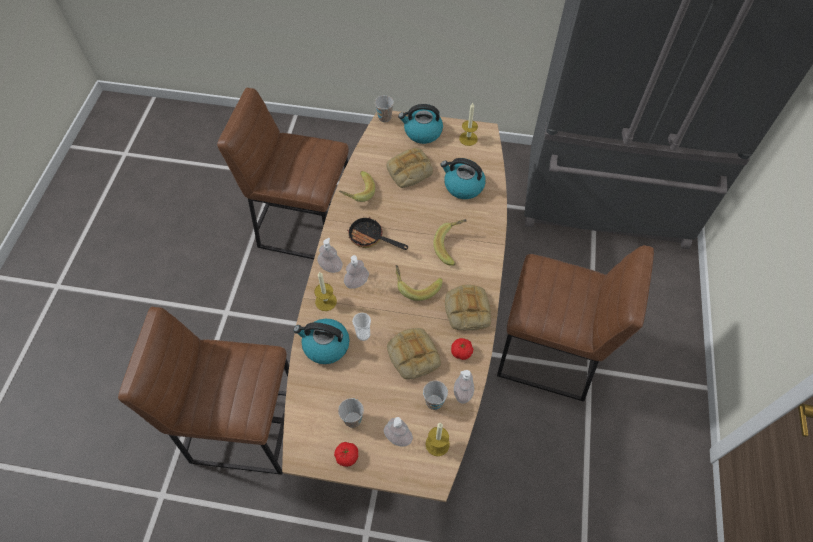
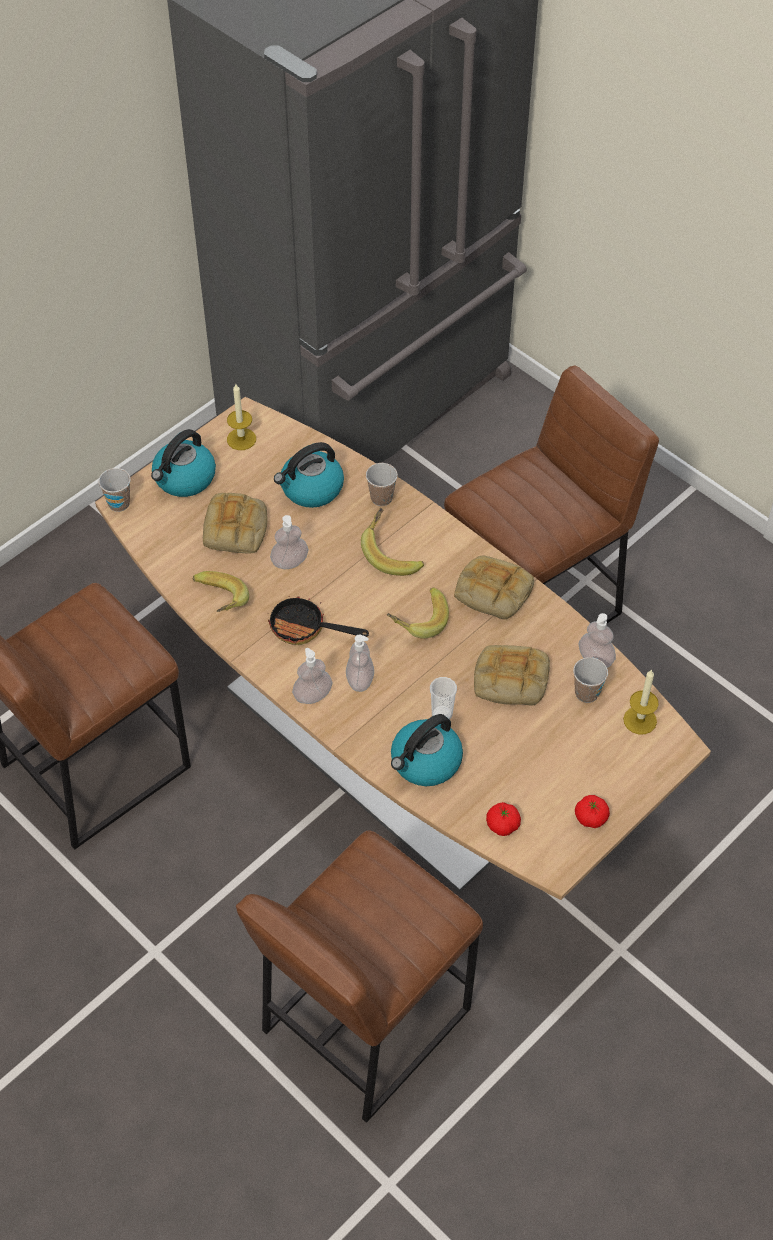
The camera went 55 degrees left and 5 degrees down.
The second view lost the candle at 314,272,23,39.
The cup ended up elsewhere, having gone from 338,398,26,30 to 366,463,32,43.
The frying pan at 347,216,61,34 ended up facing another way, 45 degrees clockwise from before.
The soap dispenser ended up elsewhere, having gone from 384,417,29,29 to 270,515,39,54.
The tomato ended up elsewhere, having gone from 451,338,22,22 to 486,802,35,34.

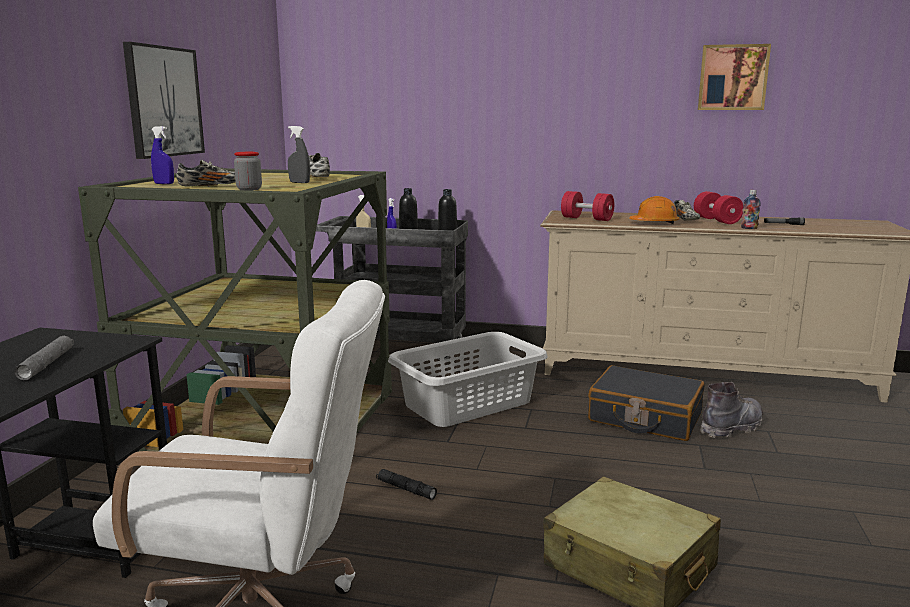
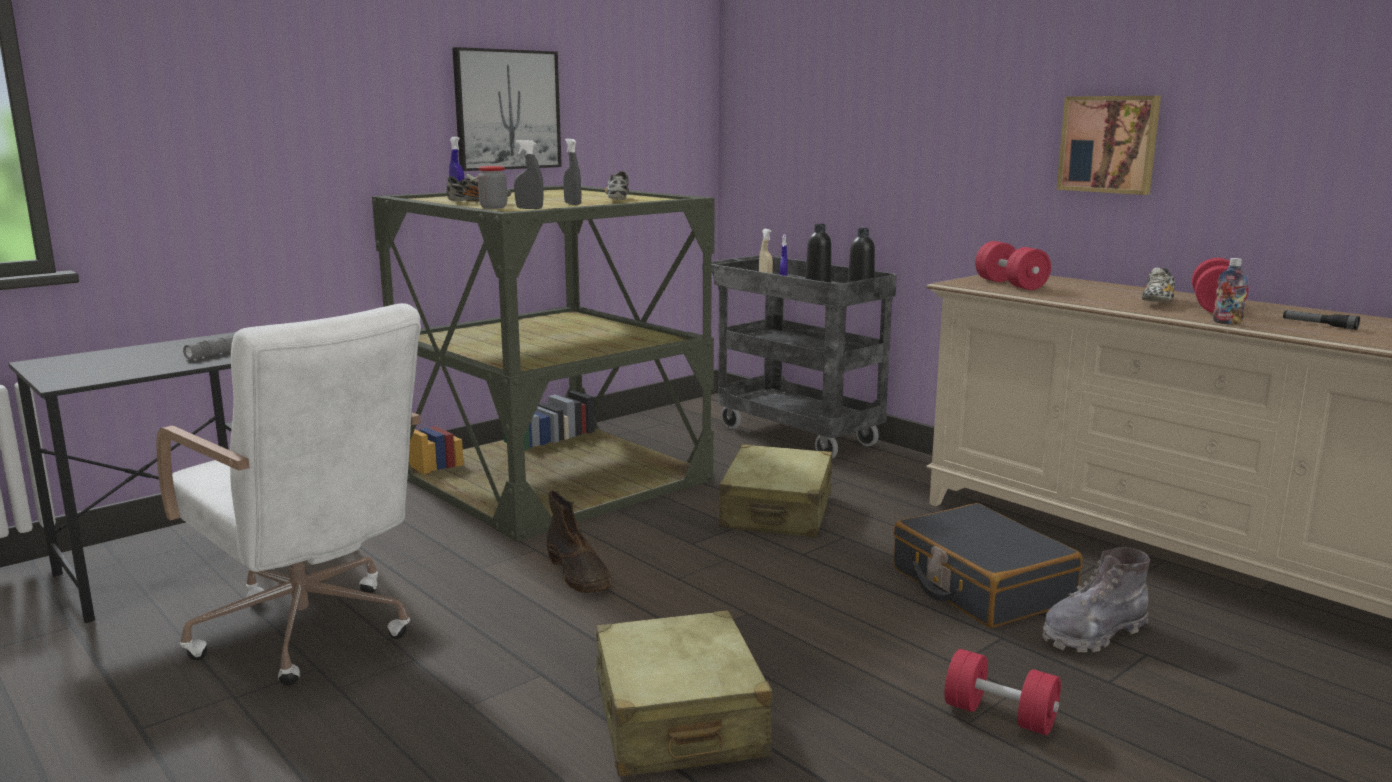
The camera went 35 degrees right and 0 degrees up.
Where the black flashlight stood at 376,469,61,31, the brown boot came to stand at 546,491,66,102.
Where the grey laundry basket stood at 388,332,160,95, the beige suitcase came to stand at 719,444,113,94.
The second view lost the orange hard hat at 629,196,50,28.
The picture ended up elsewhere, having gone from 698,44,73,66 to 1057,96,104,99.
The grey boot at 700,382,63,56 ended up facing another way, 150 degrees clockwise from before.
The second view gained the grey spray bottle at 514,140,30,69.
The second view gained the red dumbbell at 944,649,117,86.

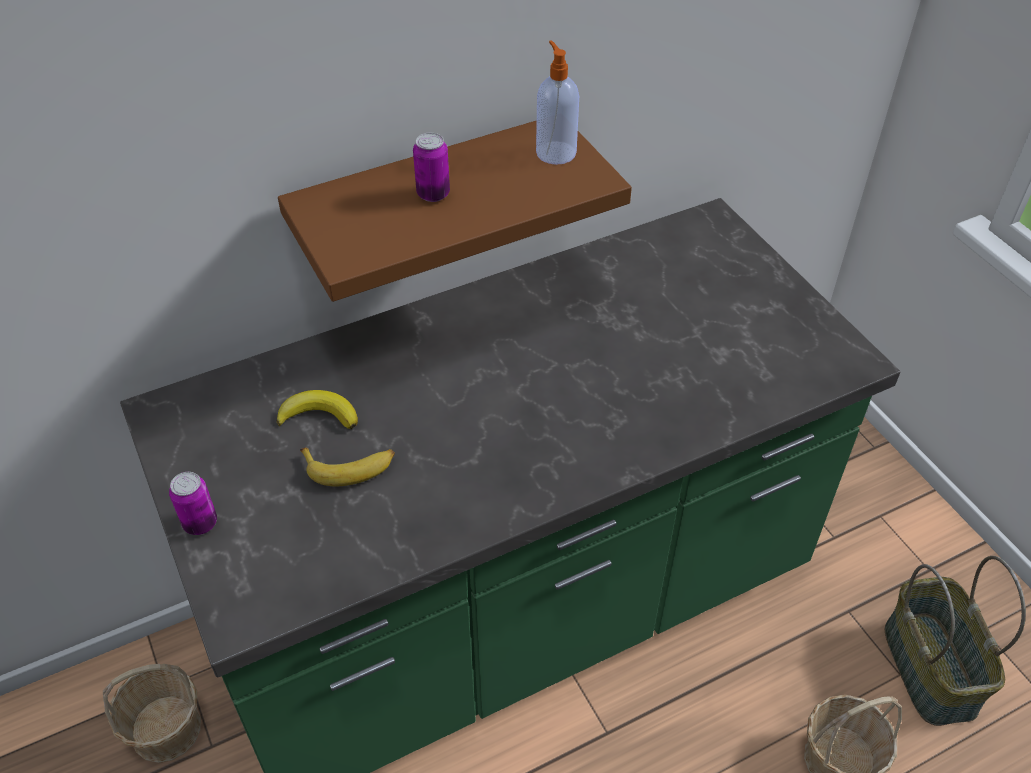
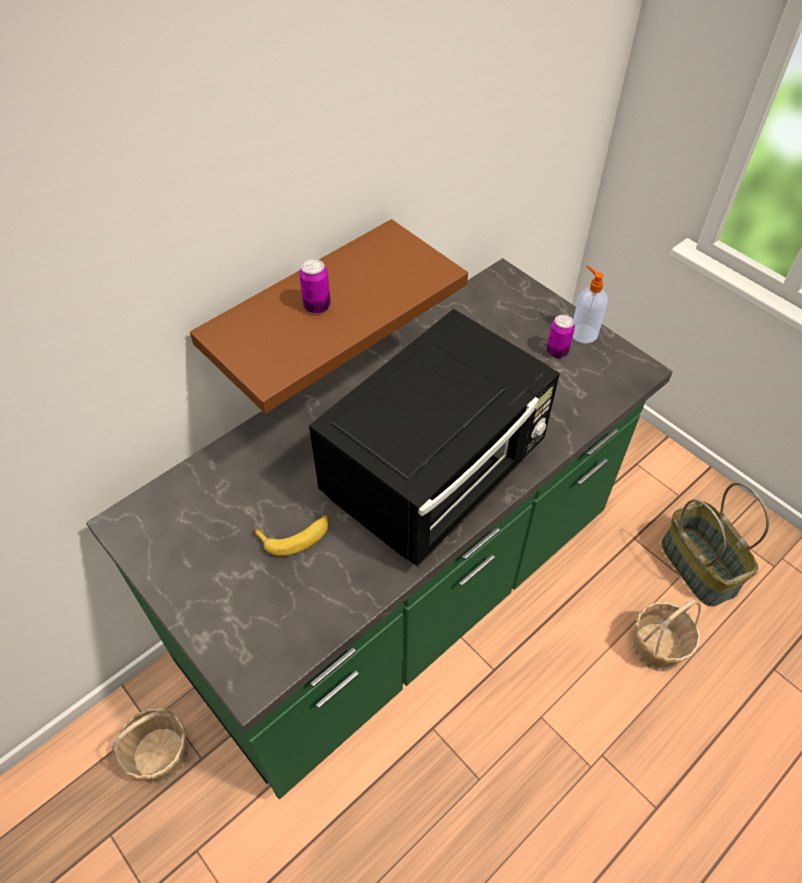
The camera went 15 degrees left and 5 degrees up.
The can ended up elsewhere, having gone from 169,472,48,63 to 546,315,29,43.
The second view lost the banana at 276,390,82,39.
The soap dispenser ended up elsewhere, having gone from 536,40,43,125 to 573,265,35,78.
The second view gained the black microwave at 309,309,251,258.

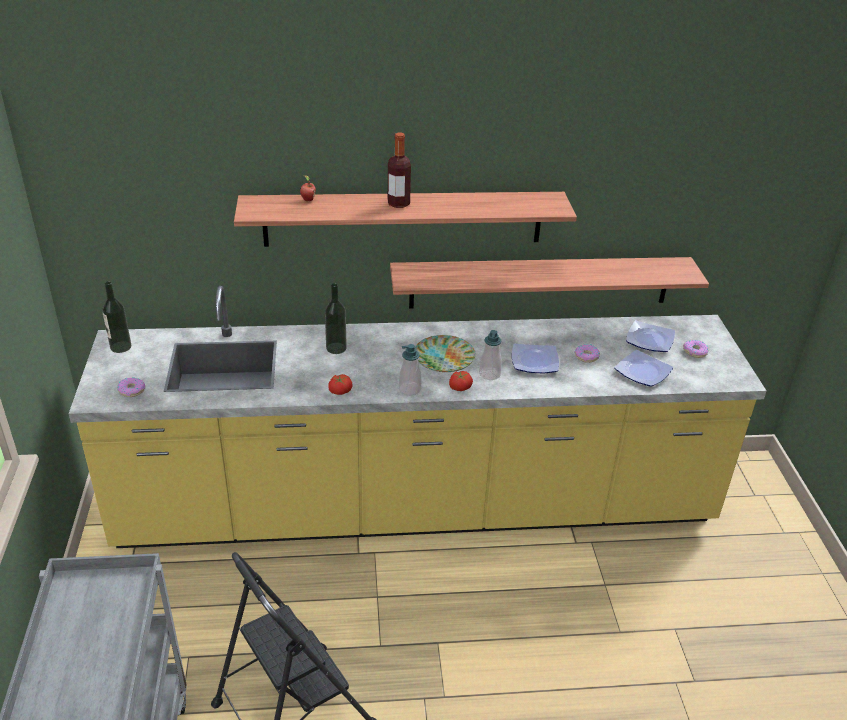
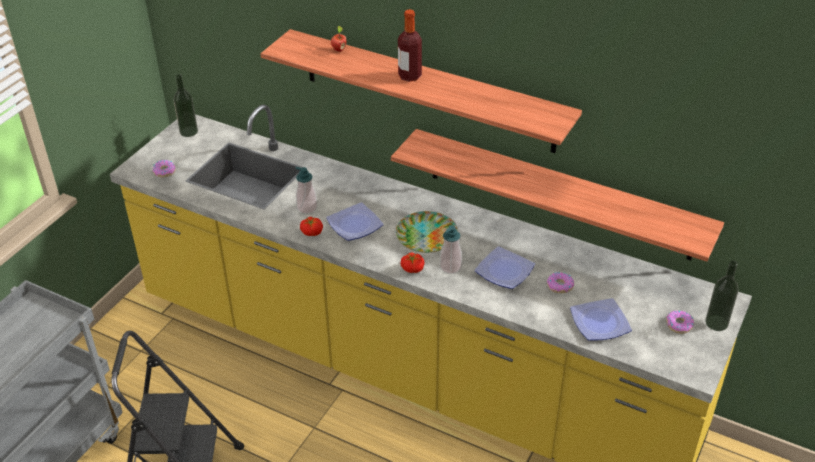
The camera went 35 degrees right and 5 degrees up.
The bottle ended up elsewhere, having gone from 325,283,22,71 to 705,260,33,71.
The soap dispenser ended up elsewhere, having gone from 399,344,22,51 to 296,167,22,47.
The plate ended up elsewhere, having gone from 626,321,49,31 to 326,202,58,39.

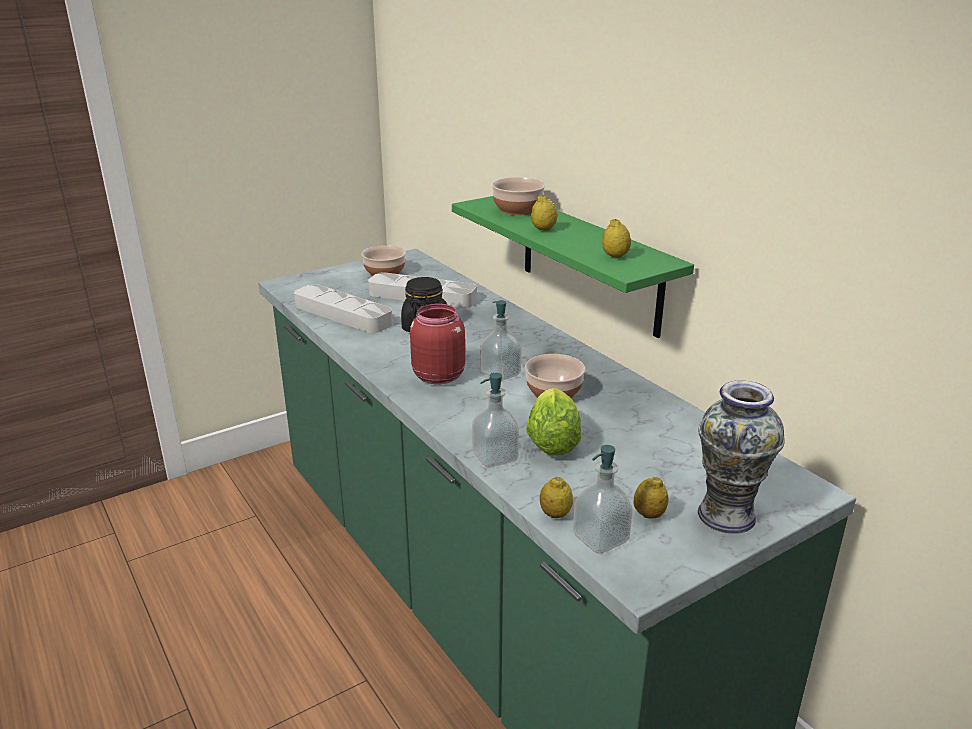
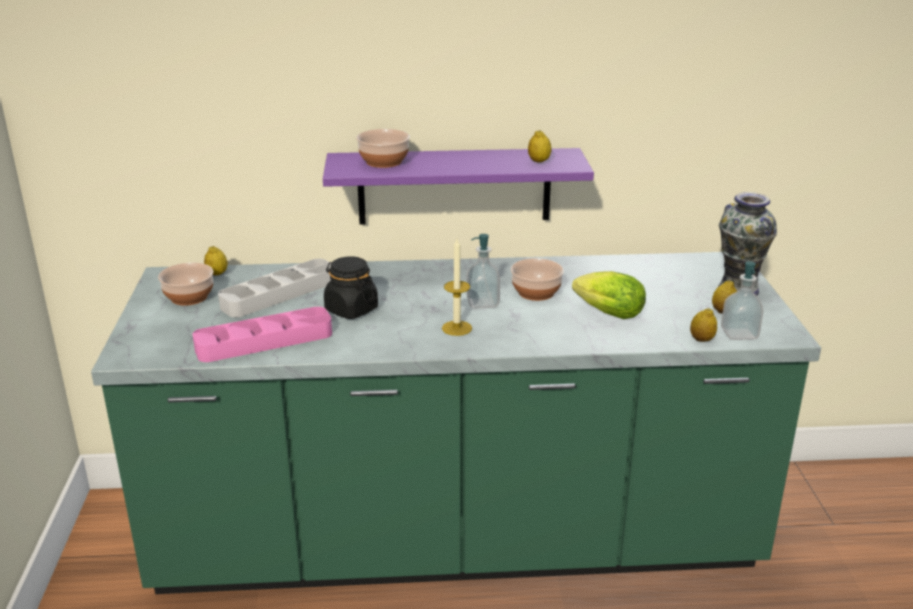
The camera went 60 degrees left and 0 degrees up.
What was the grey tray at 294,284,99,49 turned into the pink tray at 192,307,140,55.
Where the red jar stood at 410,303,55,82, the candle came to stand at 442,239,30,97.
What was the green shelf at 452,196,242,142 turned into the purple shelf at 323,148,271,77.
The second view lost the soap dispenser at 472,373,47,94.
The lemon ended up elsewhere, having gone from 531,195,26,35 to 204,246,24,30.

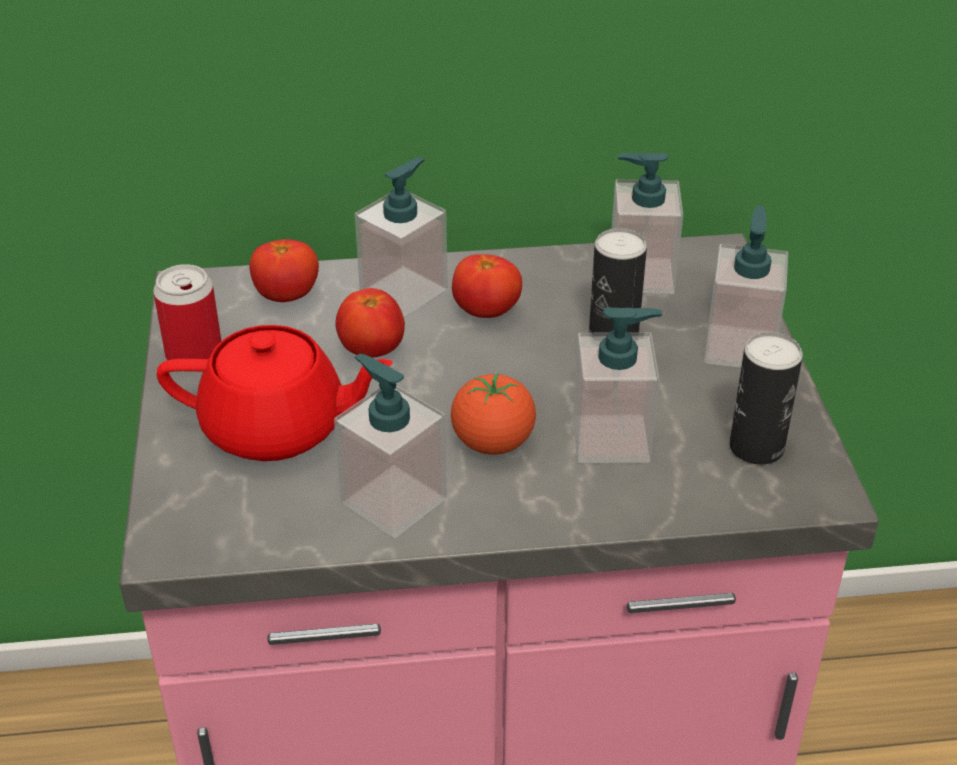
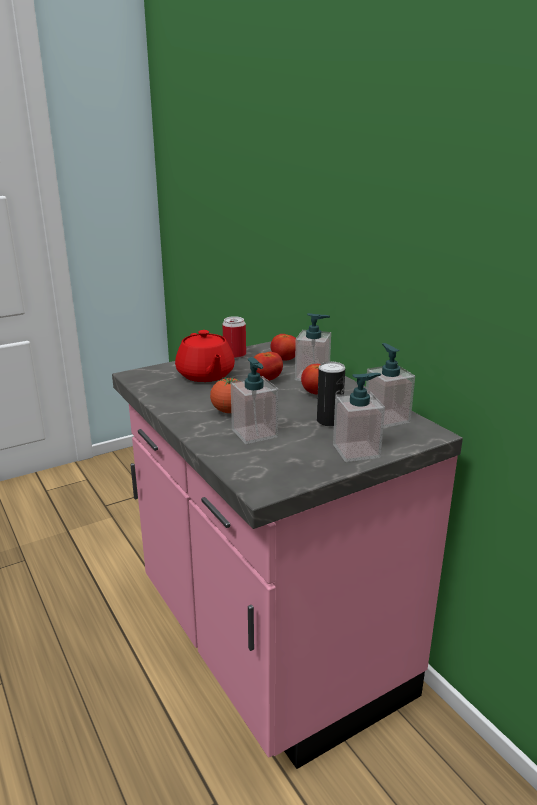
The camera went 65 degrees right and 15 degrees down.
The second view lost the soap dispenser at 334,353,113,185.
The second view lost the can at 729,332,74,133.

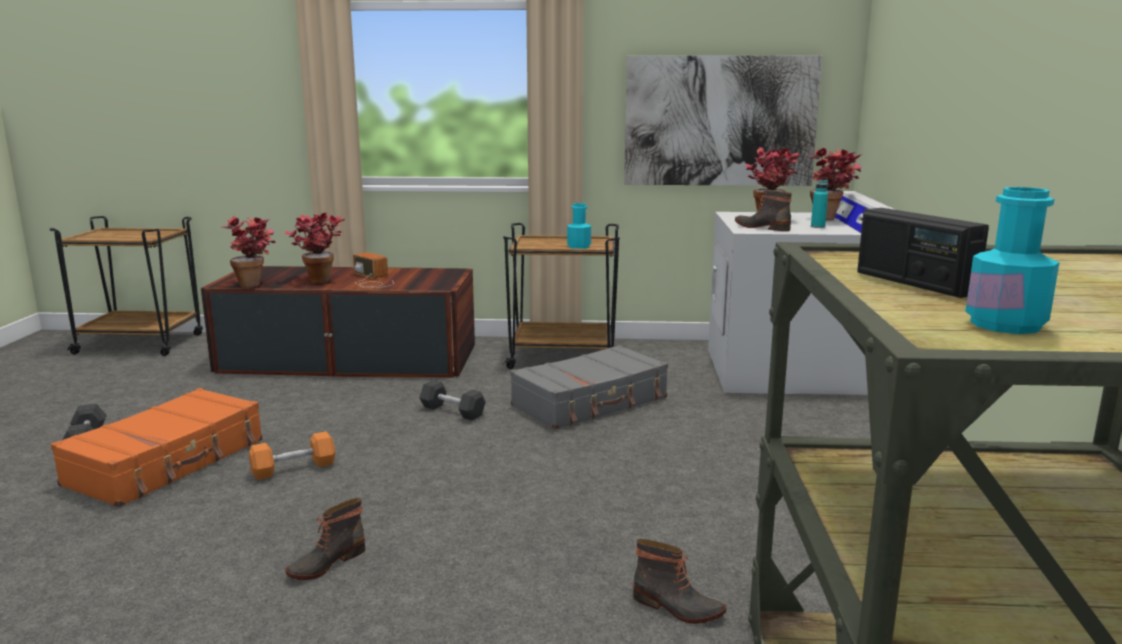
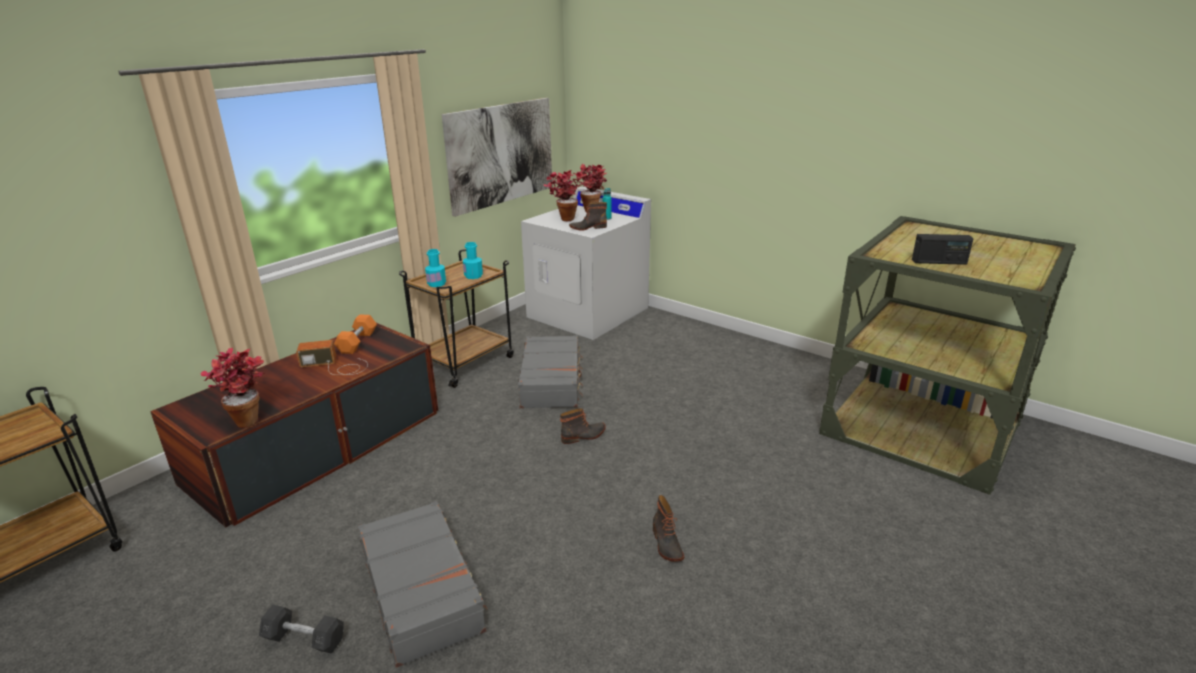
The camera went 55 degrees left and 10 degrees up.
What was the orange suitcase at 51,388,212,119 turned into the grey suitcase at 358,501,130,167.
The orange dumbbell ended up elsewhere, having gone from 249,431,86,49 to 334,314,43,40.
The second view lost the potted plant at 284,213,61,71.
The second view lost the grey dumbbell at 419,380,67,40.
The boot ended up elsewhere, having gone from 633,539,94,85 to 560,408,46,36.
The turquoise bottle ended up elsewhere, having gone from 965,187,95,147 to 425,249,21,38.

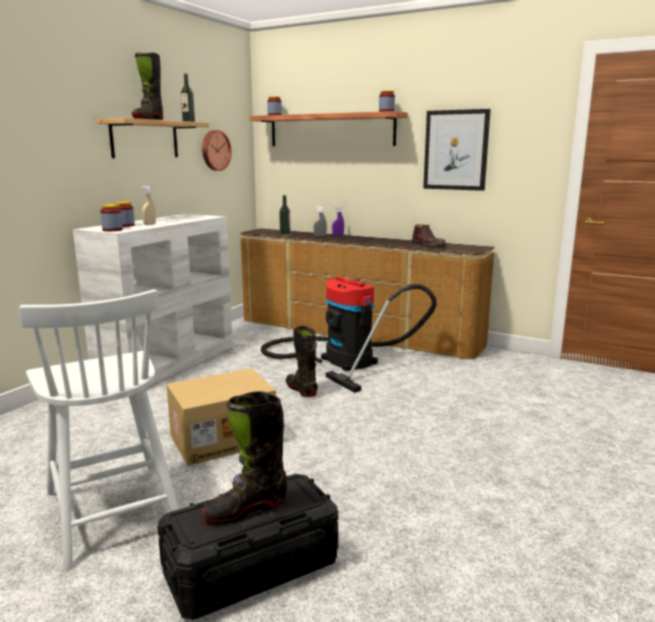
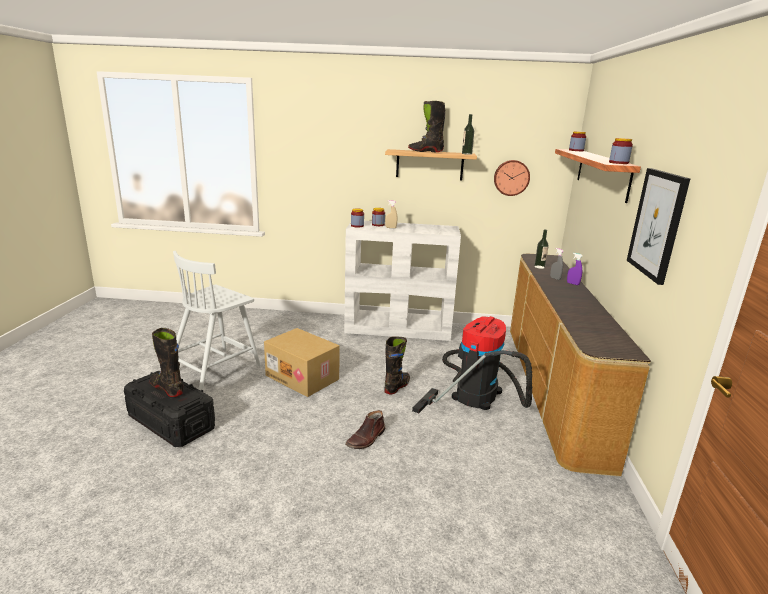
The camera went 65 degrees right and 5 degrees up.
The brown boot ended up elsewhere, having gone from 412,224,34,23 to 345,410,40,39.

